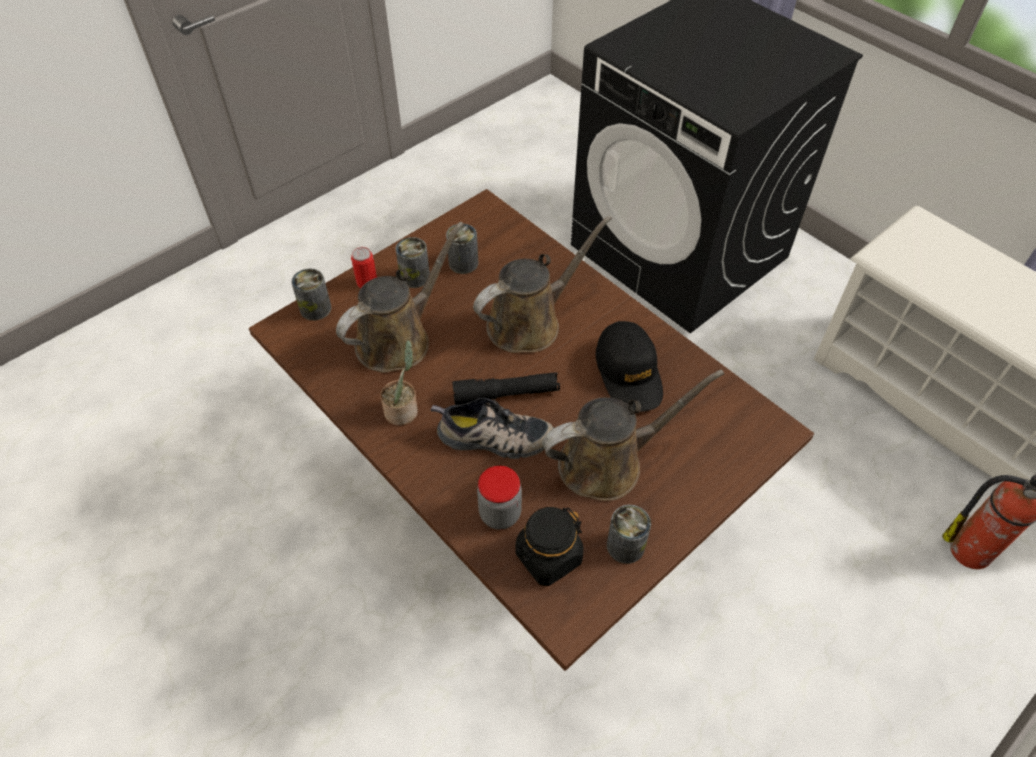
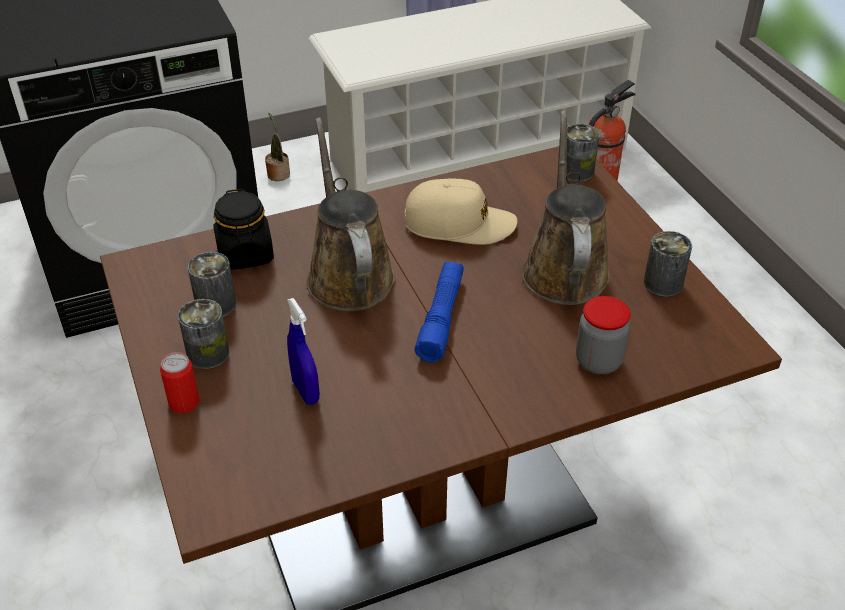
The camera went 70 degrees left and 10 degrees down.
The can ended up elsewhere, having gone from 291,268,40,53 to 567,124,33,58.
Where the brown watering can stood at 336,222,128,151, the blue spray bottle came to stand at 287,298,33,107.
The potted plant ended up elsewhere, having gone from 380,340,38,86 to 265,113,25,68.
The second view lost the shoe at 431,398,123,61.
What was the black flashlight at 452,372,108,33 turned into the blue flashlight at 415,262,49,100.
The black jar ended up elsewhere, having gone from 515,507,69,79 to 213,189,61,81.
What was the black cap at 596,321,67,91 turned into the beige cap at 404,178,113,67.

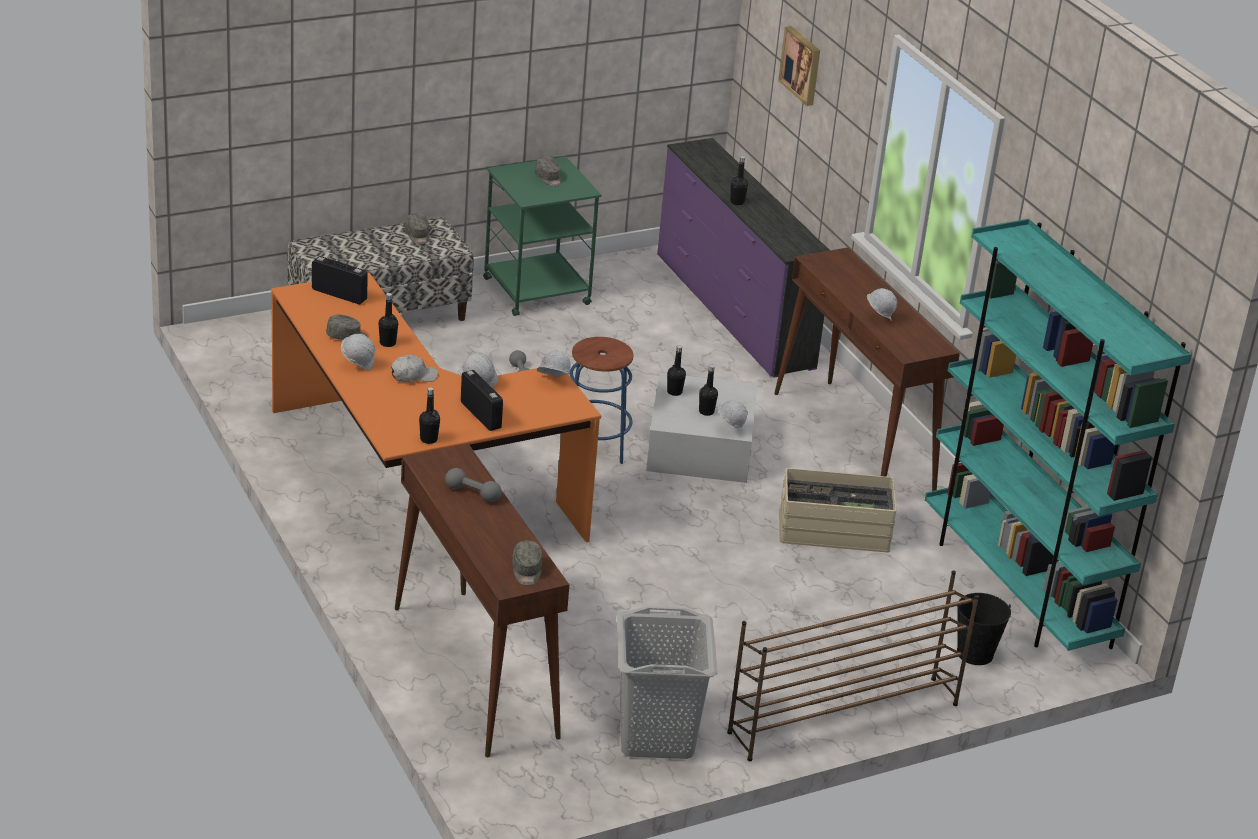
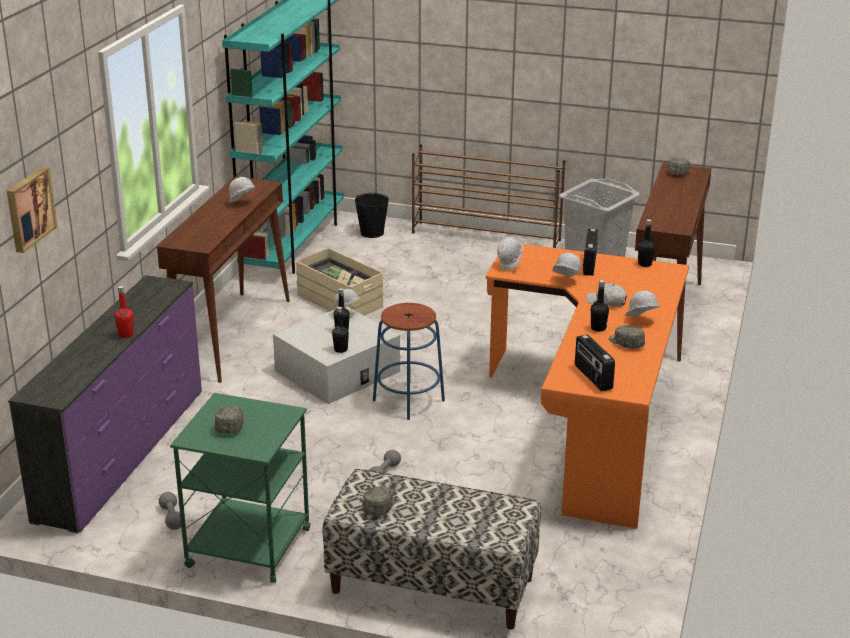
The camera went 135 degrees left and 5 degrees down.
The grey dumbbell ended up elsewhere, having gone from 445,468,57,34 to 159,492,22,38.
What was the black bottle at 730,156,18,49 turned into the red bottle at 115,286,19,52.

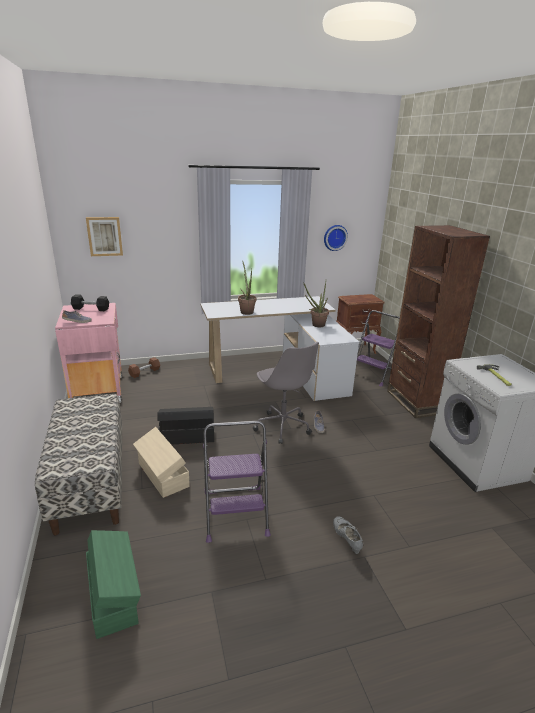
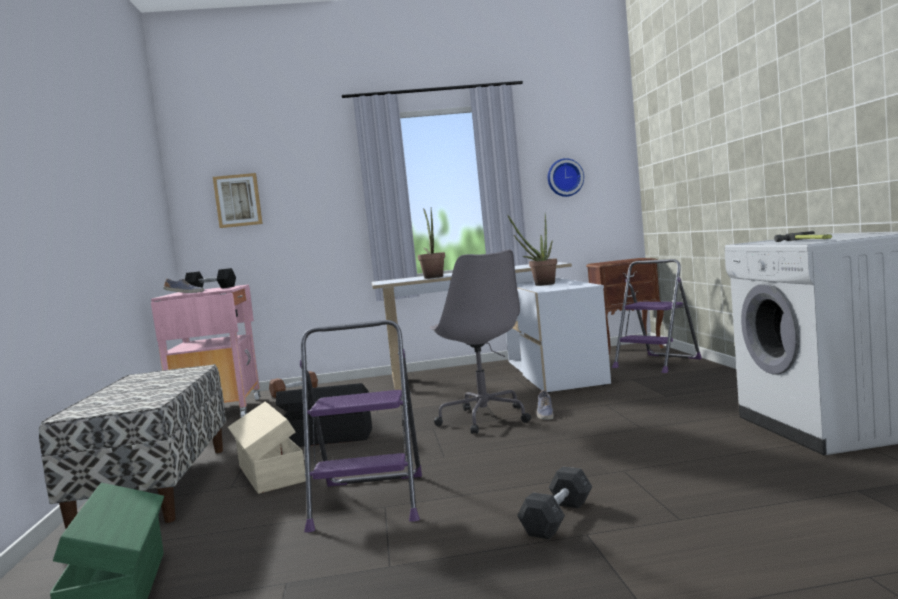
The camera went 10 degrees right and 20 degrees down.
Where the grey shoe stood at 333,516,30,38, the grey dumbbell came to stand at 517,466,75,73.
The second view lost the brown bookcase at 387,225,103,193.

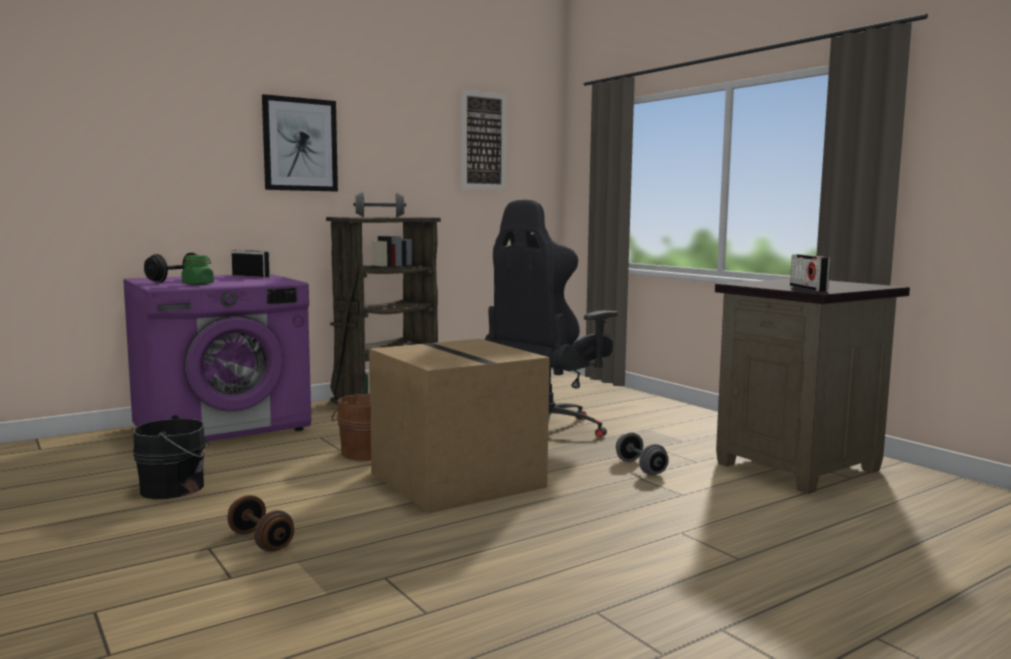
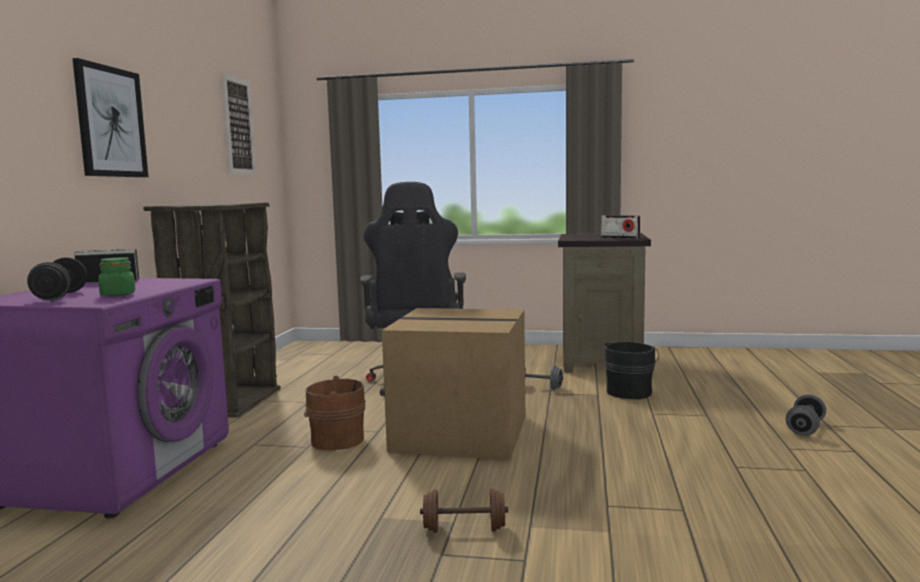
The camera went 45 degrees left and 0 degrees up.
The black bucket ended up elsewhere, having gone from 133,415,76,84 to 604,342,55,57.
The grey dumbbell ended up elsewhere, having gone from 354,192,52,25 to 786,394,40,42.

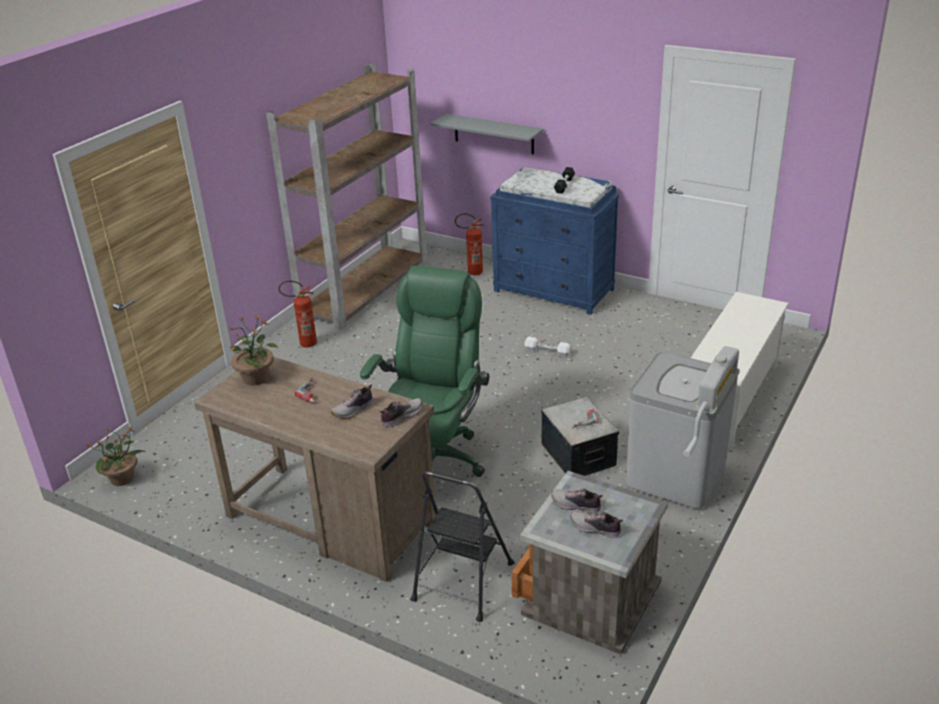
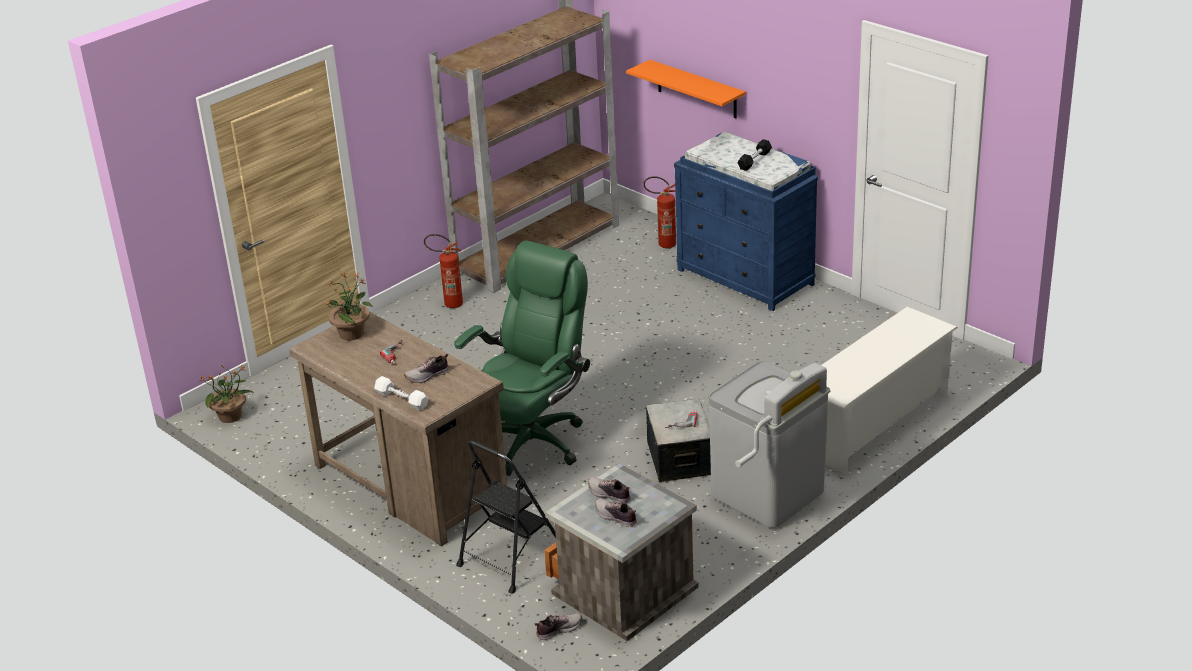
The camera went 15 degrees right and 0 degrees up.
The shoe ended up elsewhere, having gone from 379,398,44,29 to 534,613,48,27.
What was the grey shelf at 431,114,112,40 turned into the orange shelf at 626,60,120,58.
The white dumbbell ended up elsewhere, having gone from 525,337,46,20 to 374,376,54,34.

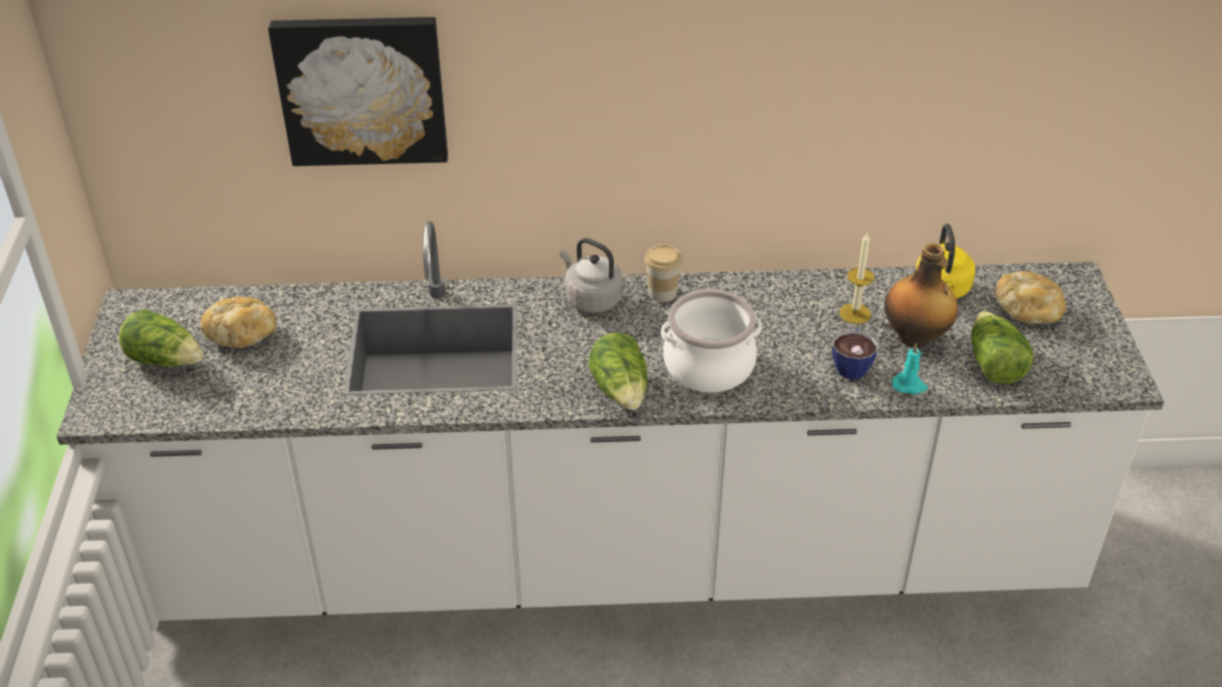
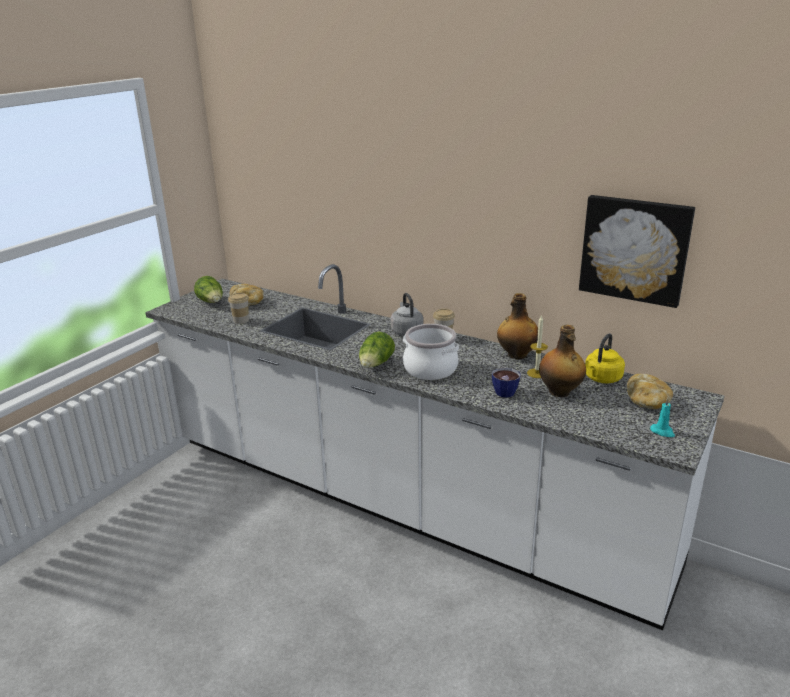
The camera went 35 degrees right and 15 degrees down.
The picture ended up elsewhere, having gone from 268,17,180,149 to 579,195,116,113.
The turquoise candle ended up elsewhere, having gone from 892,342,36,52 to 650,398,25,39.
The second view lost the lettuce at 971,311,63,74.
The second view gained the cup at 228,293,21,31.
The second view gained the bottle at 497,293,41,66.

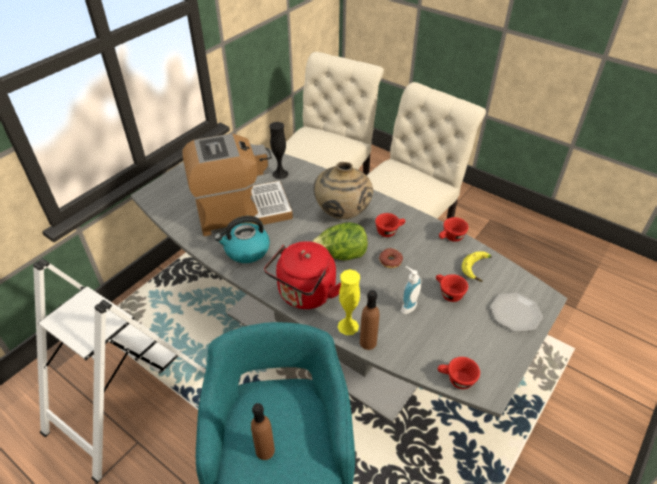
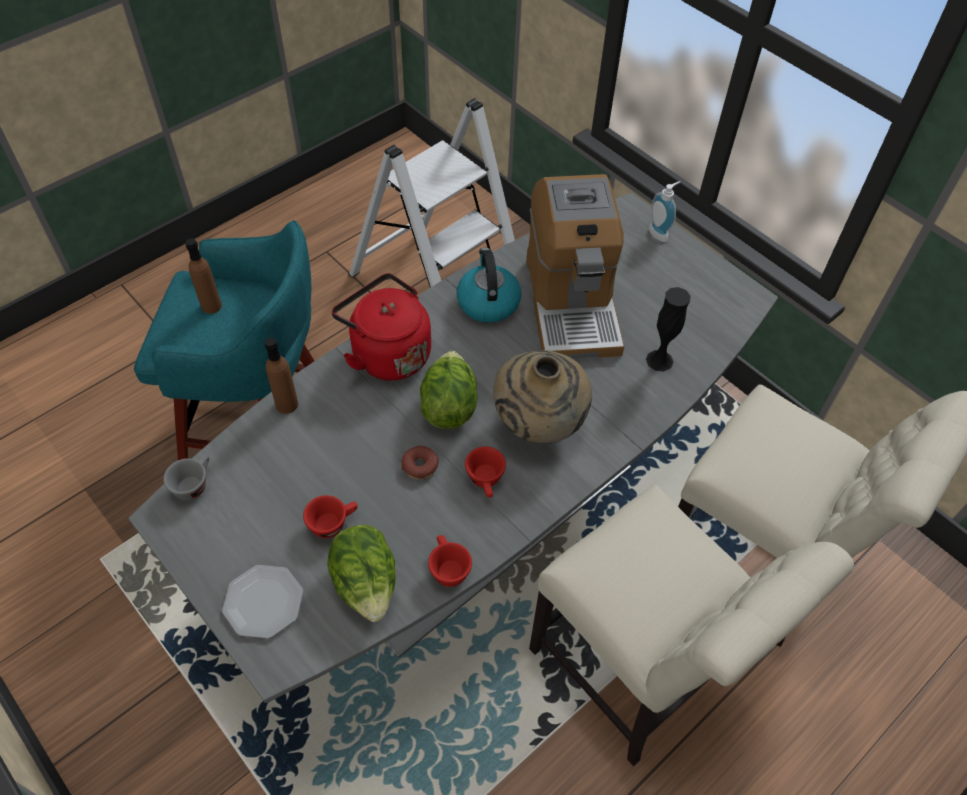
The camera went 100 degrees right and 10 degrees up.
The second view lost the yellow vase at 337,269,23,66.
The soap dispenser ended up elsewhere, having gone from 401,266,21,48 to 649,181,31,61.
What was the red cup at 438,357,42,32 turned into the grey cup at 163,454,46,46.
Where the banana stood at 462,251,30,31, the lettuce came to stand at 327,525,69,97.

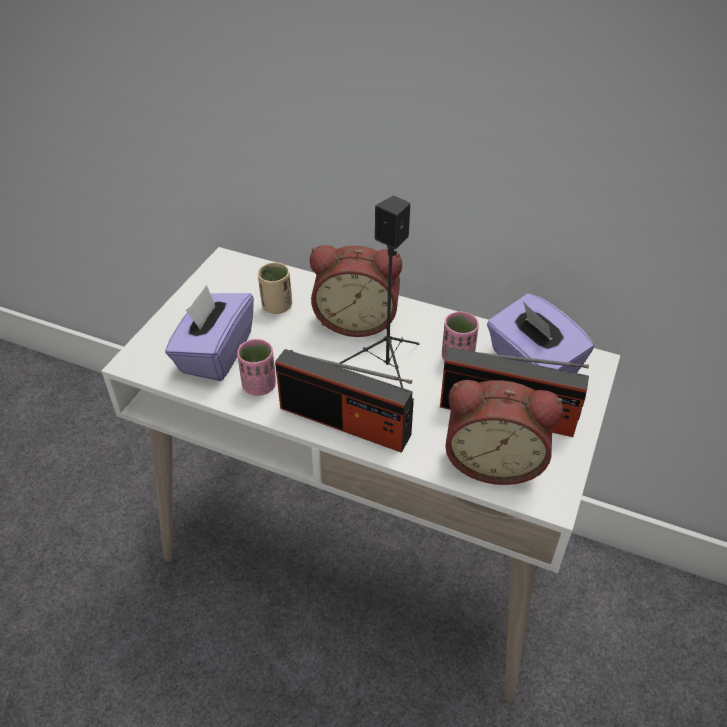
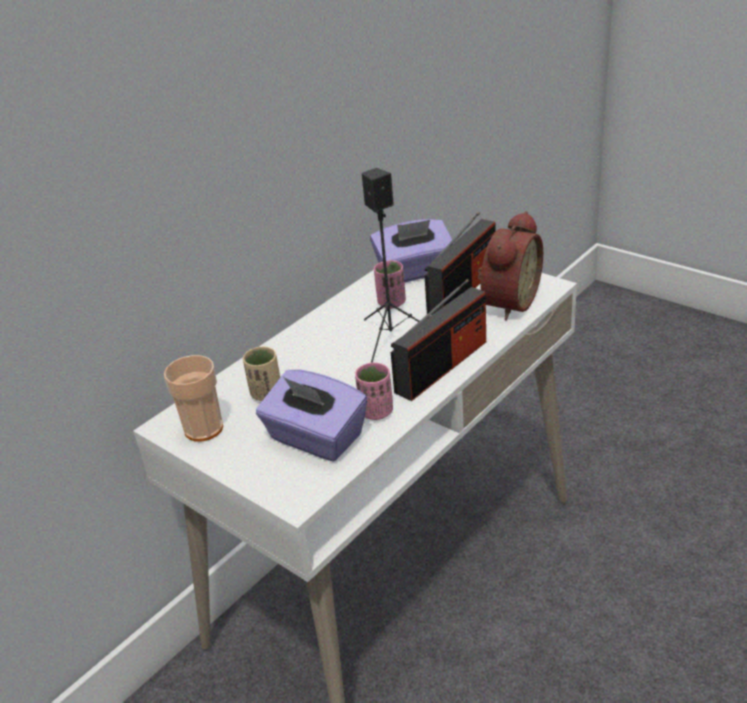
The camera went 70 degrees left and 10 degrees down.
The second view lost the alarm clock at 310,245,92,92.
The second view gained the cup at 164,355,59,87.

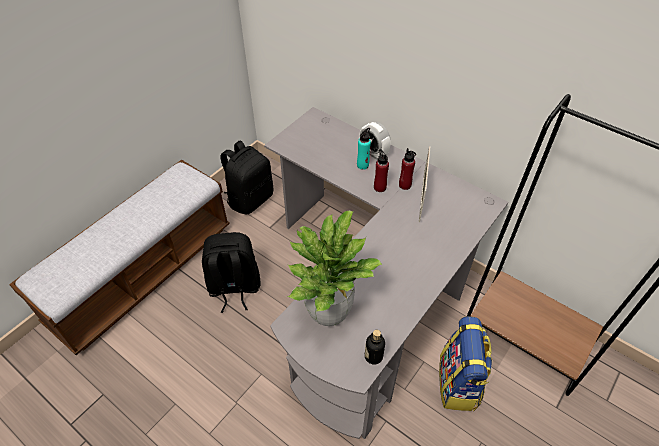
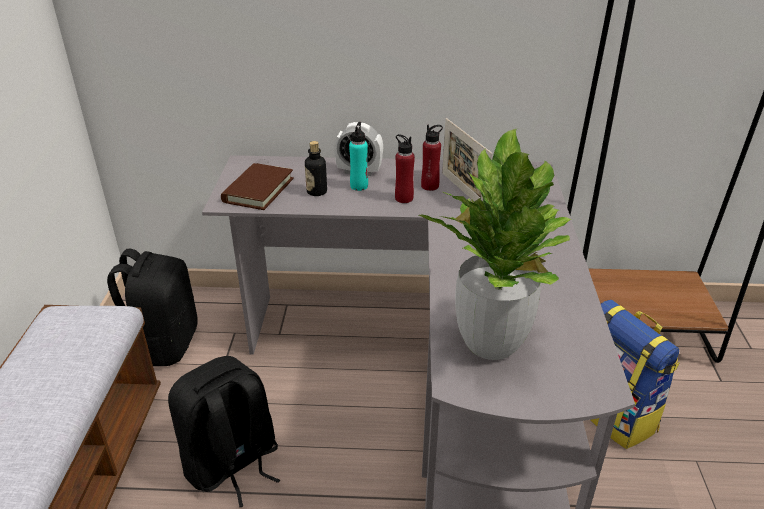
The camera went 35 degrees left and 15 degrees down.
The bottle ended up elsewhere, having gone from 365,330,20,35 to 305,141,22,55.
The second view gained the brown book at 221,163,73,47.

